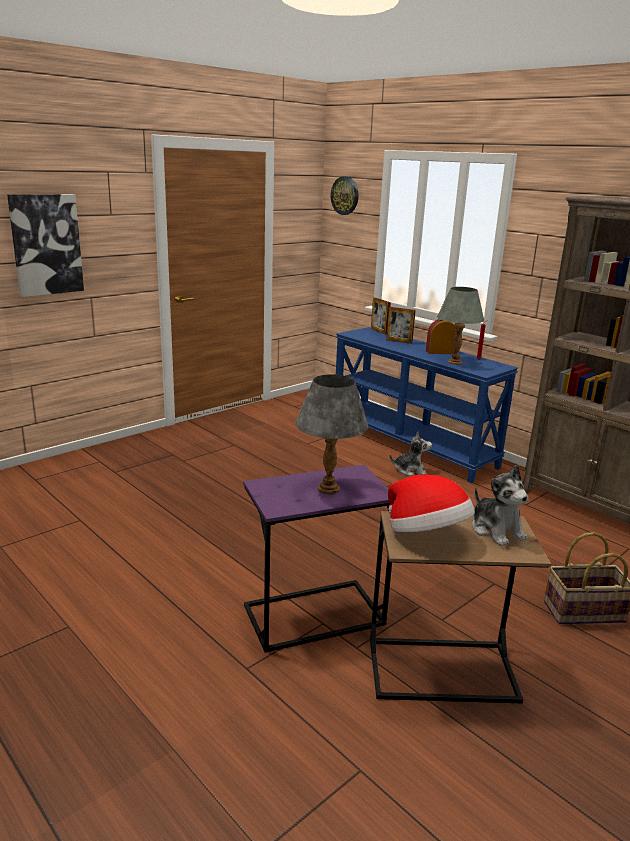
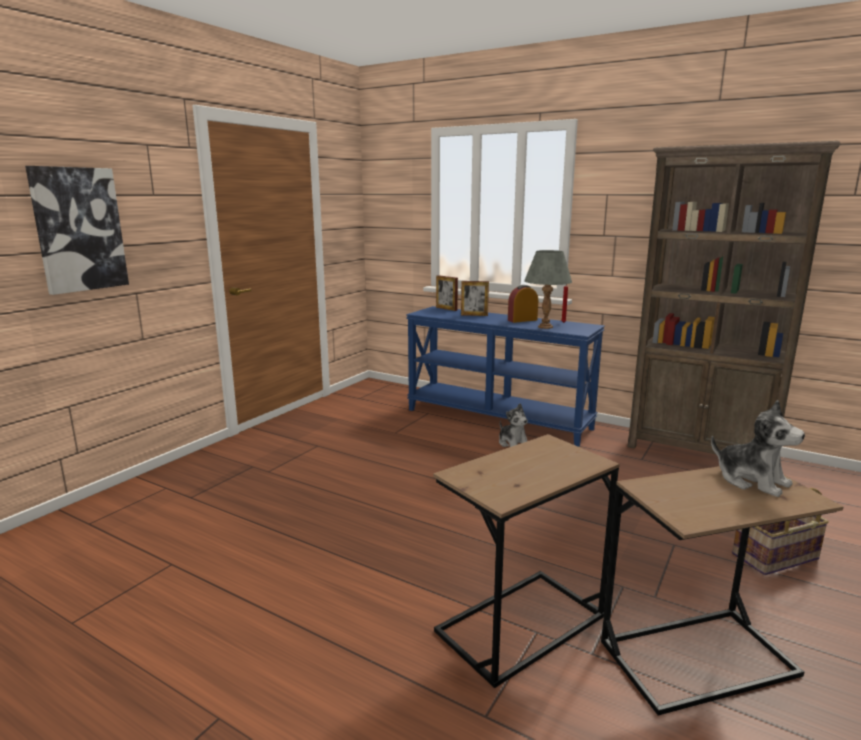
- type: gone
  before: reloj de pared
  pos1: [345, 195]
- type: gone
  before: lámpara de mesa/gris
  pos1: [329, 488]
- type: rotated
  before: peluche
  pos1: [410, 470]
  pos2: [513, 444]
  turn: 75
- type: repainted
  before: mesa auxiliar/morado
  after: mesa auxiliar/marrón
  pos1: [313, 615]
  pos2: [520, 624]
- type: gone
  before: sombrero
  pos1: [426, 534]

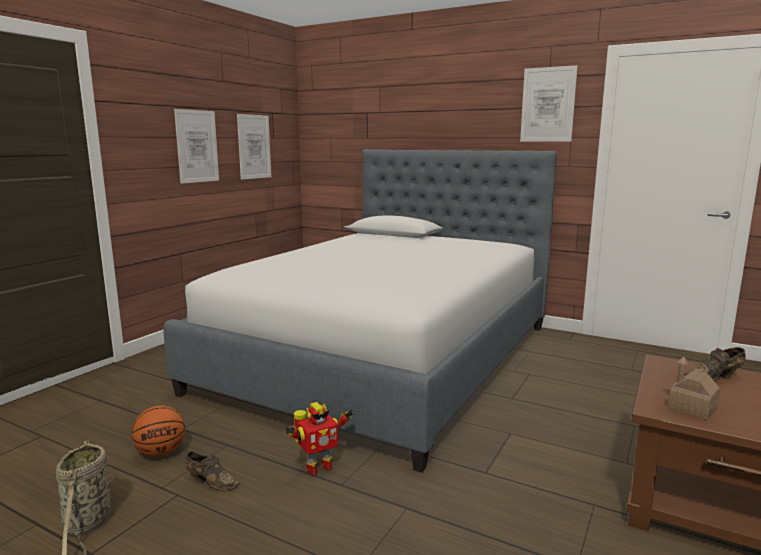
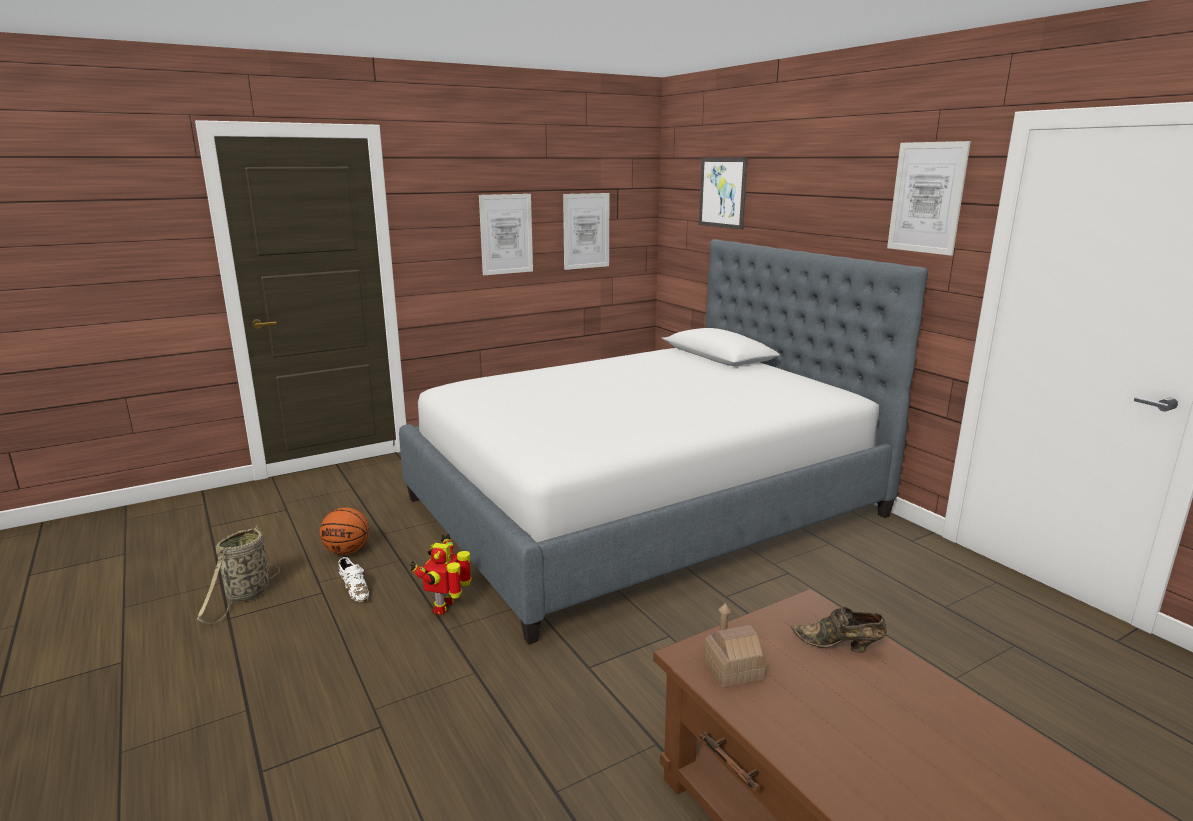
- type: rotated
  before: robot de juguete
  pos1: [318, 468]
  pos2: [446, 607]
  turn: 105
- type: repainted
  before: zapato/marrón
  after: zapato/blanco
  pos1: [211, 482]
  pos2: [355, 590]
- type: new
  after: cuadro
  pos2: [722, 192]

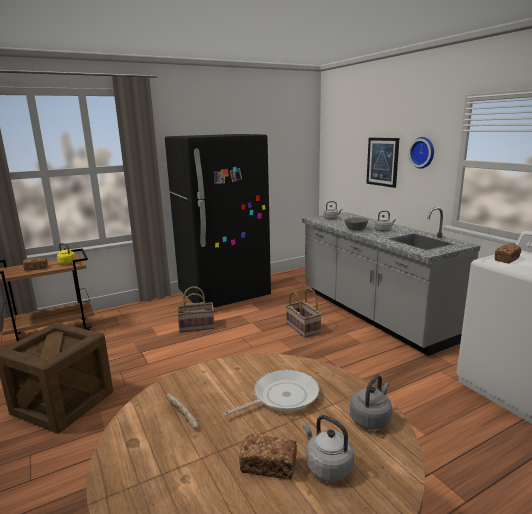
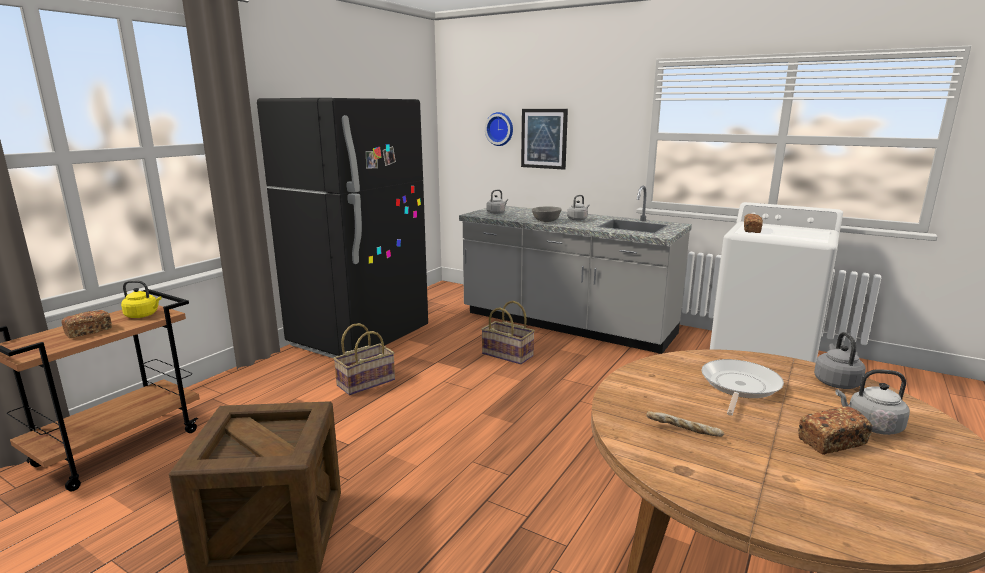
- type: shifted
  before: reloj de pared
  pos1: [423, 152]
  pos2: [500, 129]

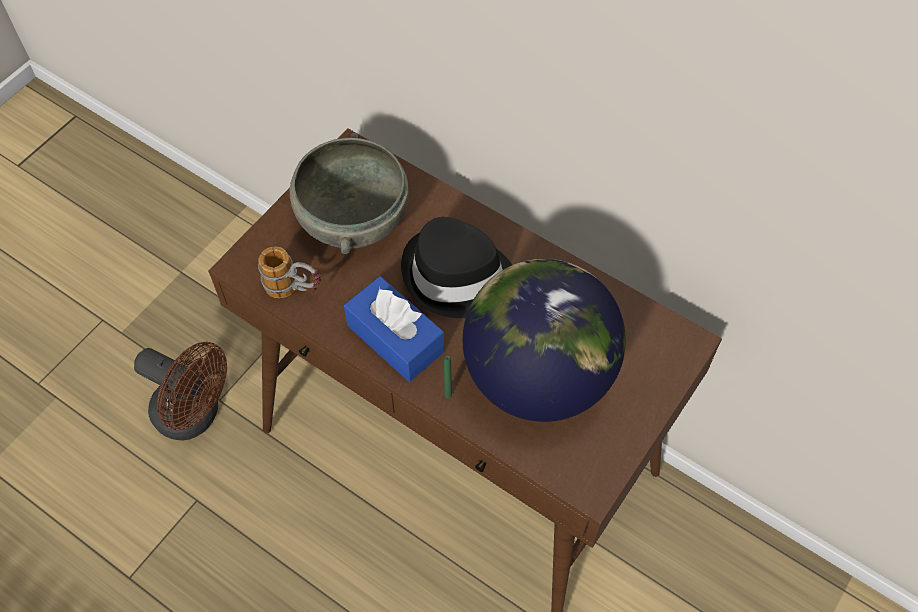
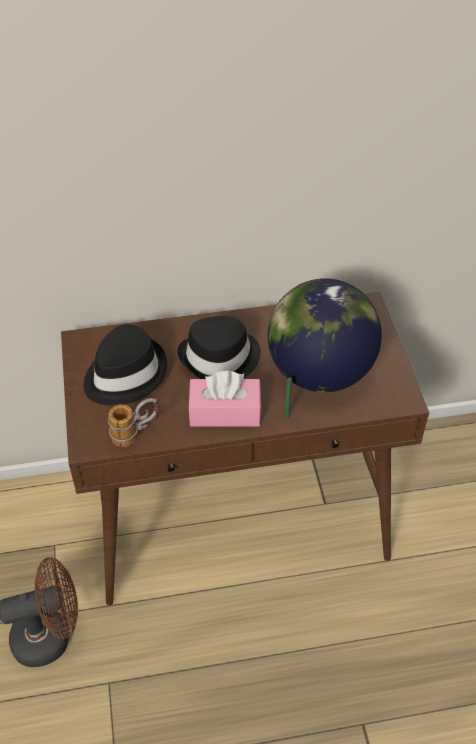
- type: swapped
  before: cuenco/gris
  after: sombrero/negro
  pos1: [352, 219]
  pos2: [124, 374]
- type: repainted
  before: caja de pañuelos/azul
  after: caja de pañuelos/rosa
  pos1: [395, 338]
  pos2: [225, 412]

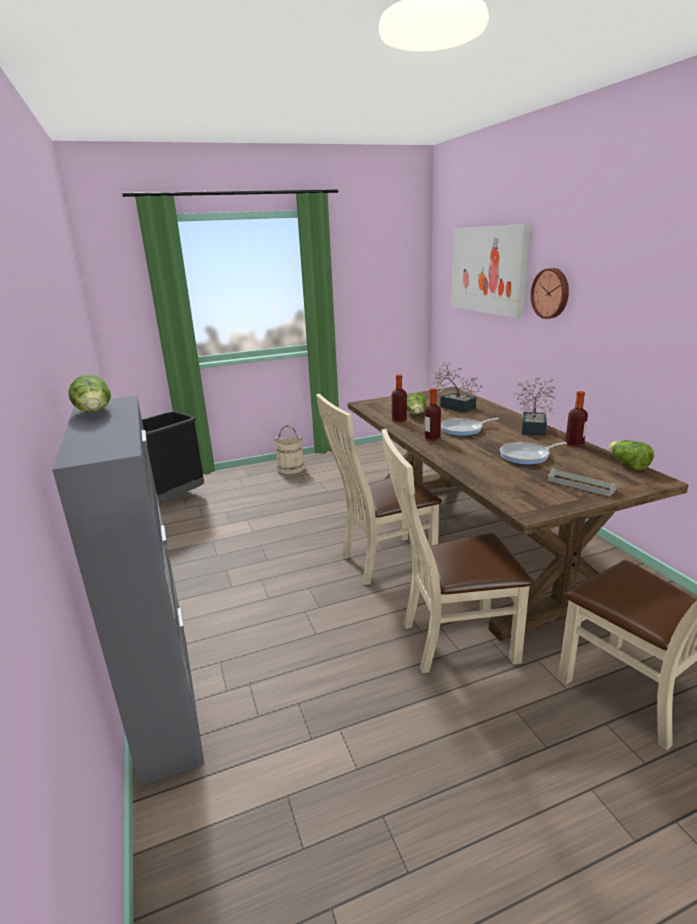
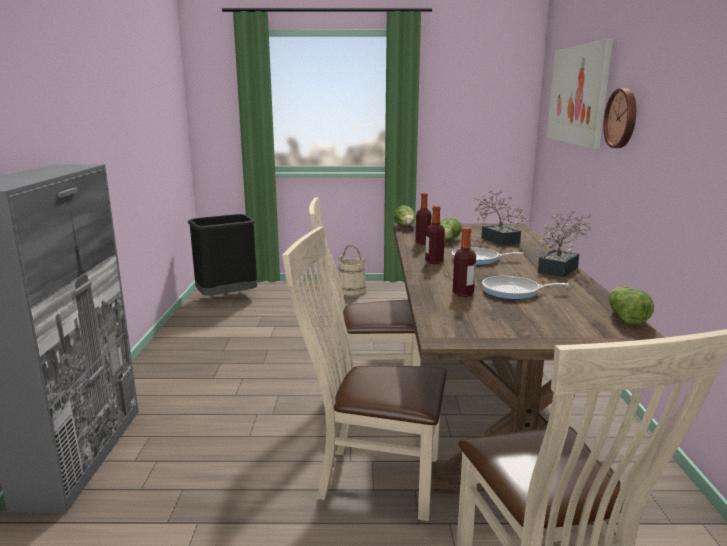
- type: shifted
  before: lechuga
  pos1: [95, 412]
  pos2: [405, 226]
- type: shifted
  before: botella
  pos1: [574, 444]
  pos2: [463, 293]
- type: gone
  before: bandeja/gris
  pos1: [581, 485]

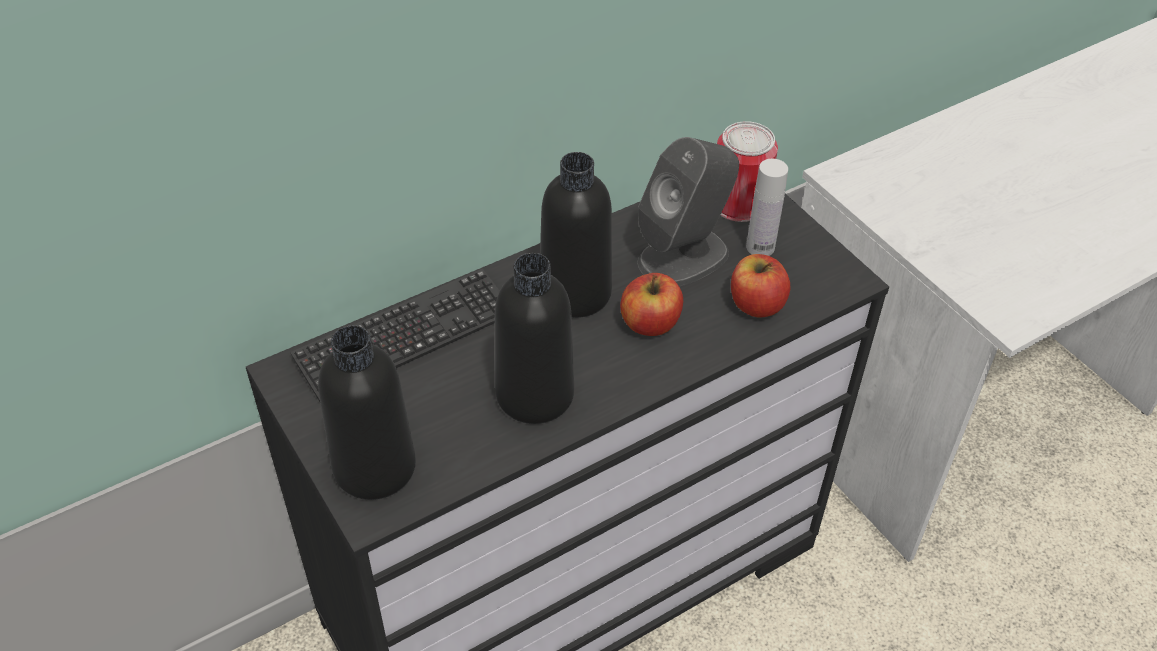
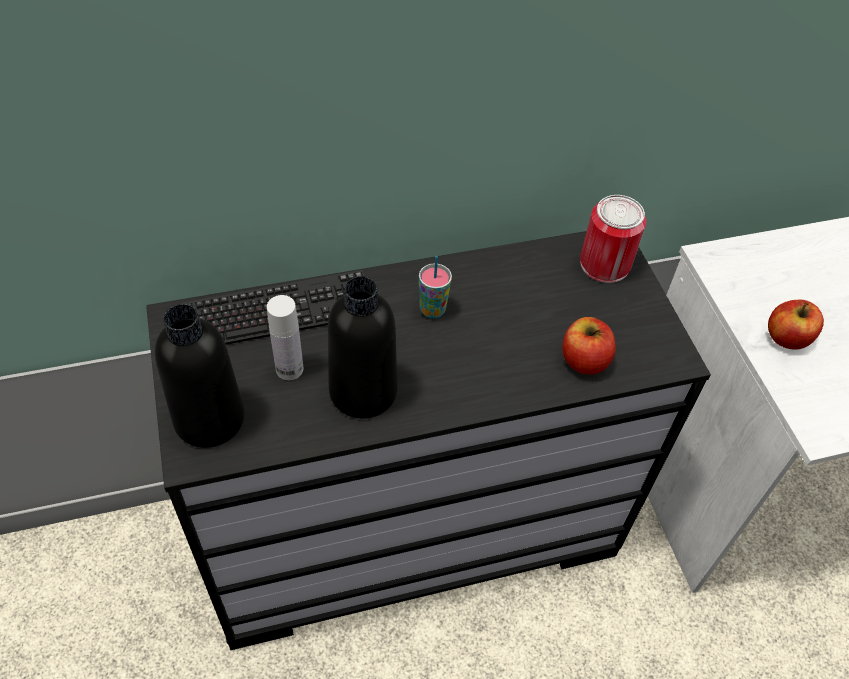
- type: gone
  before: altavoz/gris
  pos1: [684, 256]
- type: swapped
  before: botella/negro
  after: taza
  pos1: [575, 293]
  pos2: [432, 310]
- type: shifted
  before: botella/blanco
  pos1: [760, 247]
  pos2: [289, 369]
- type: shifted
  before: manzana
  pos1: [650, 323]
  pos2: [787, 338]

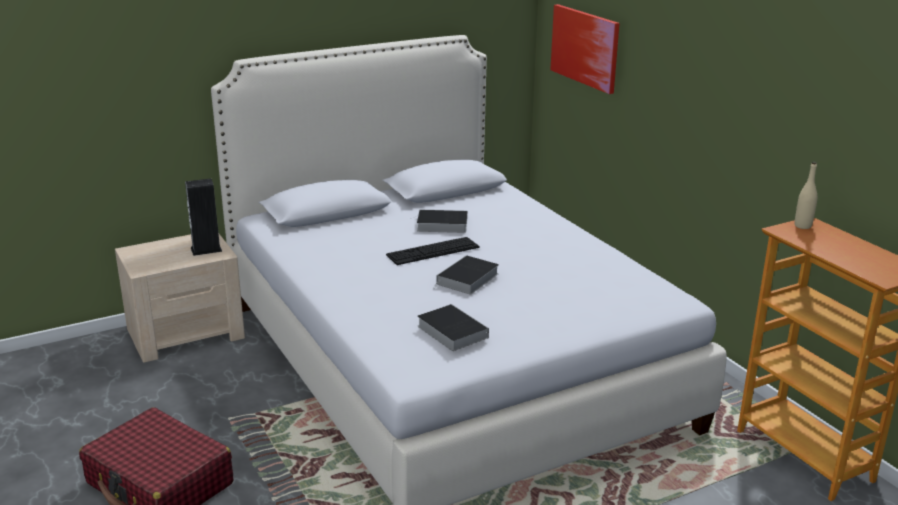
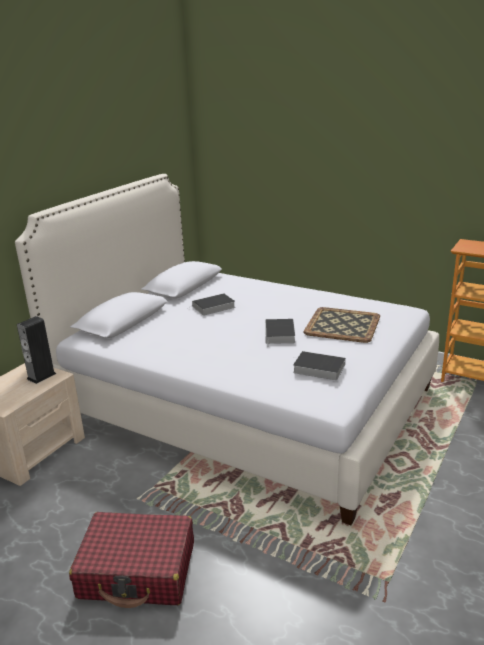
- type: gone
  before: cuadro
  pos1: [585, 47]
- type: gone
  before: botella/beis
  pos1: [802, 226]
- type: gone
  before: teclado
  pos1: [433, 251]
- type: new
  after: bandeja
  pos2: [343, 325]

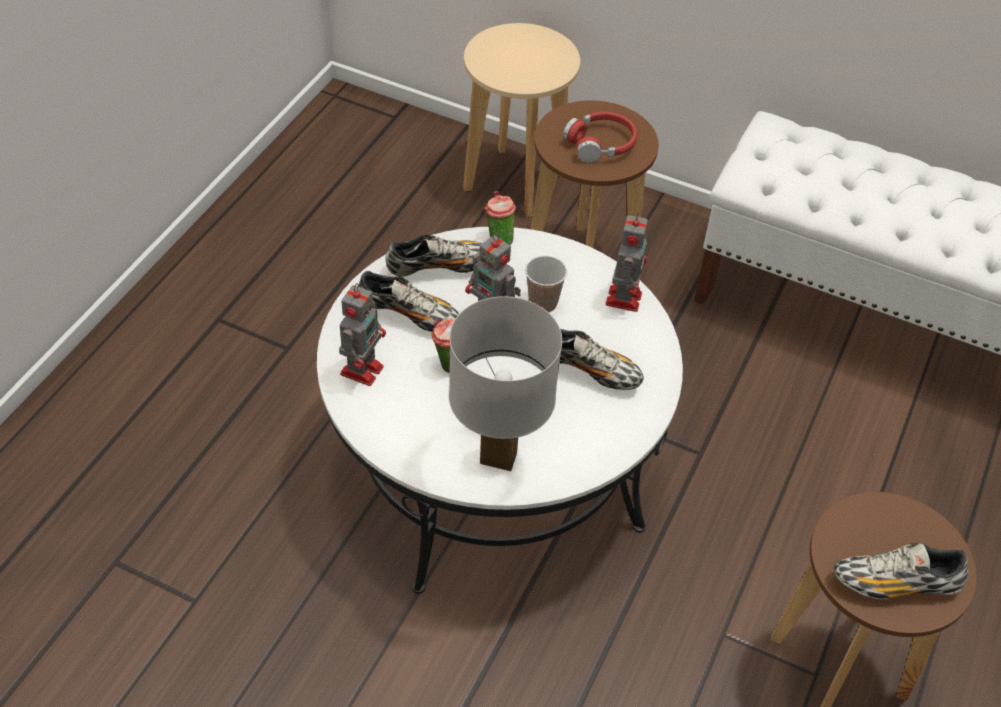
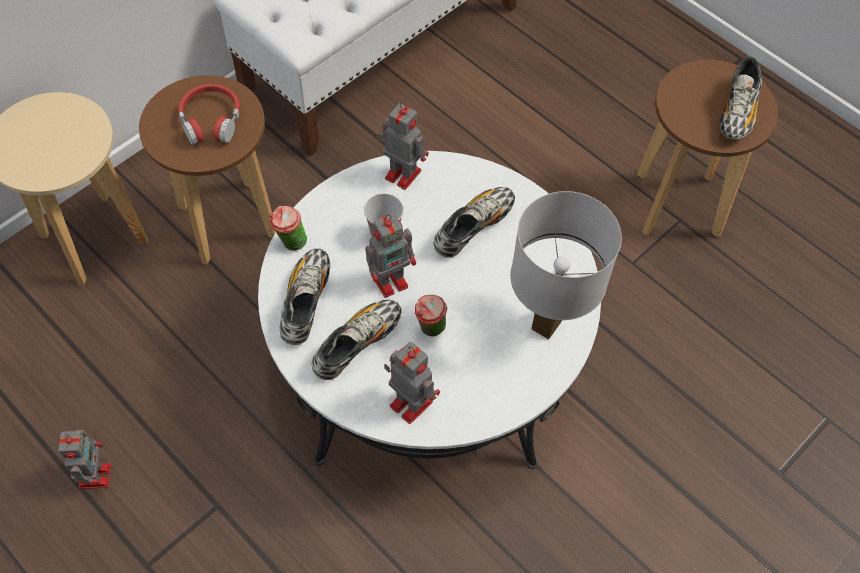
- type: new
  after: robot de juguete
  pos2: [95, 474]

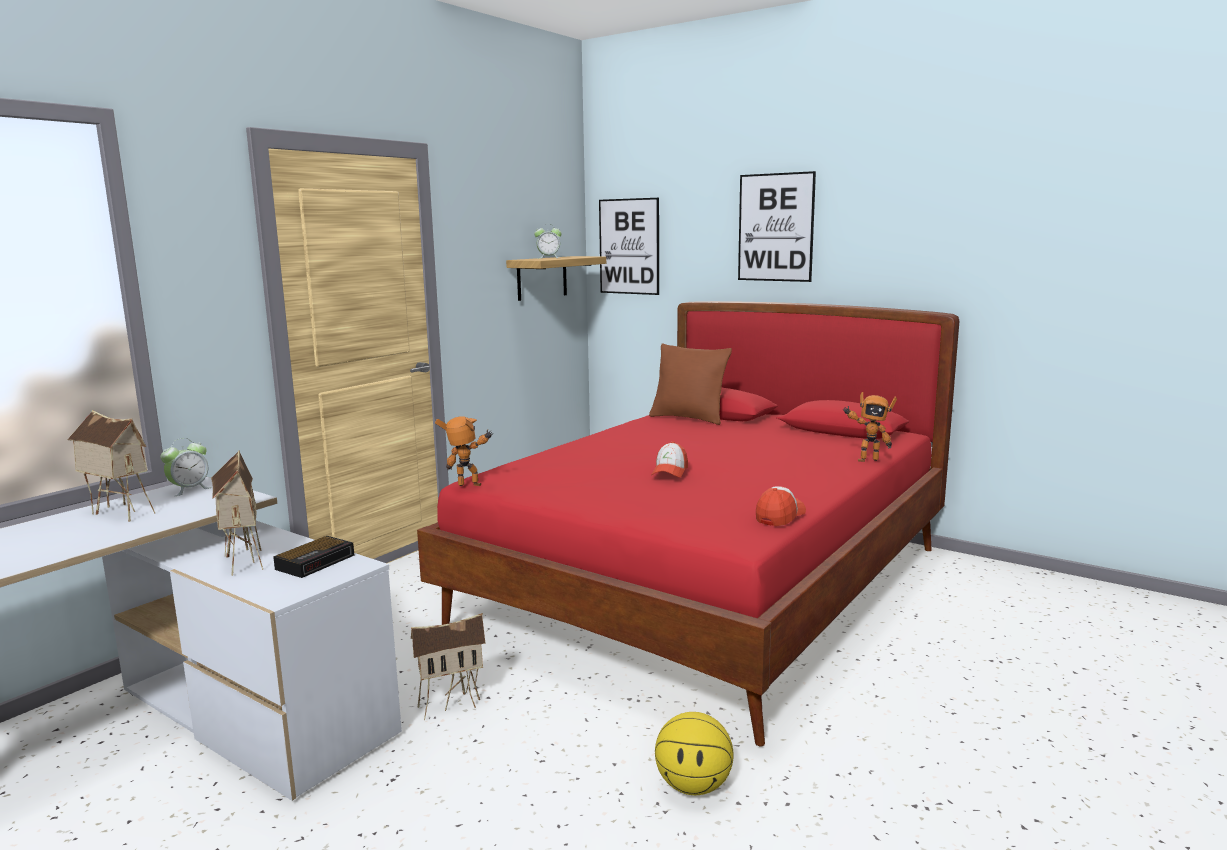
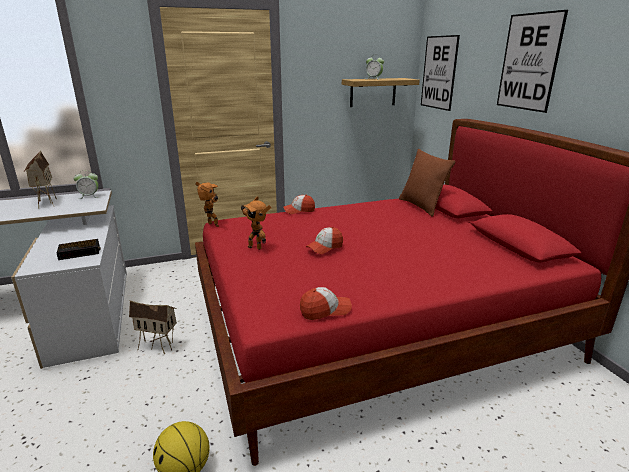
- type: shifted
  before: robot de juguete
  pos1: [866, 459]
  pos2: [255, 247]
- type: gone
  before: casita
  pos1: [241, 561]
- type: new
  after: gorra
  pos2: [299, 210]

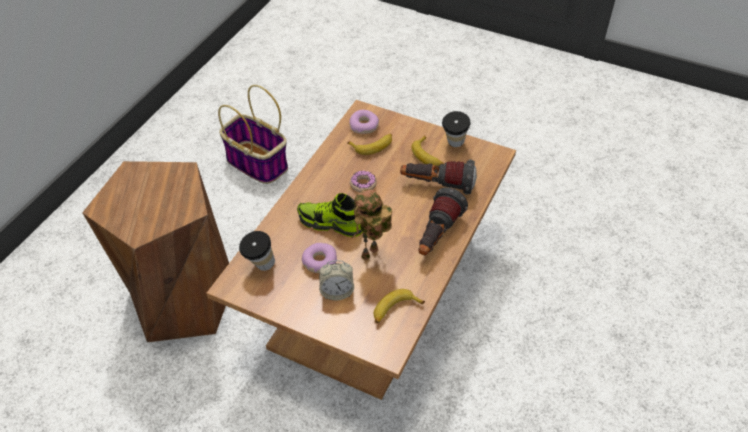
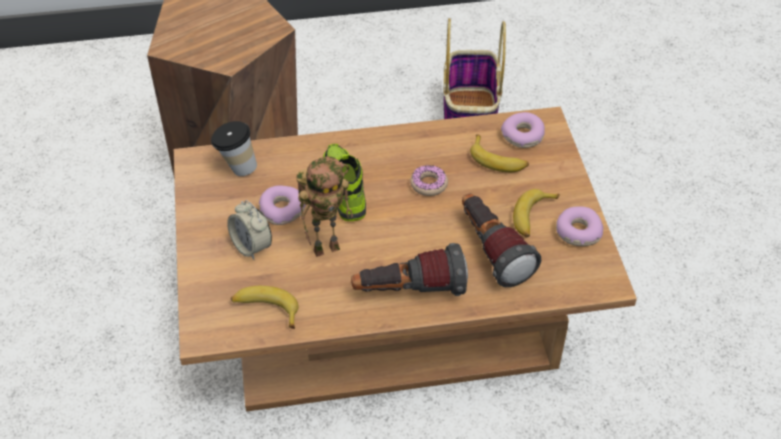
- type: swapped
  before: taza
  after: rosquilla
  pos1: [454, 145]
  pos2: [577, 232]
- type: rotated
  before: robot de juguete
  pos1: [370, 255]
  pos2: [327, 247]
  turn: 150

